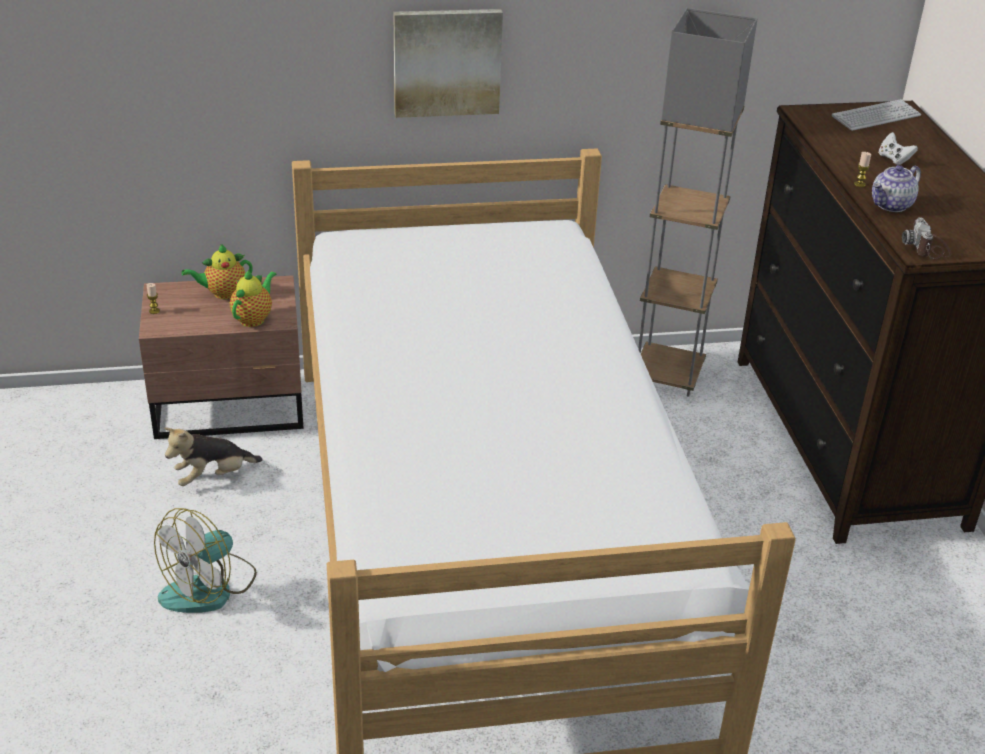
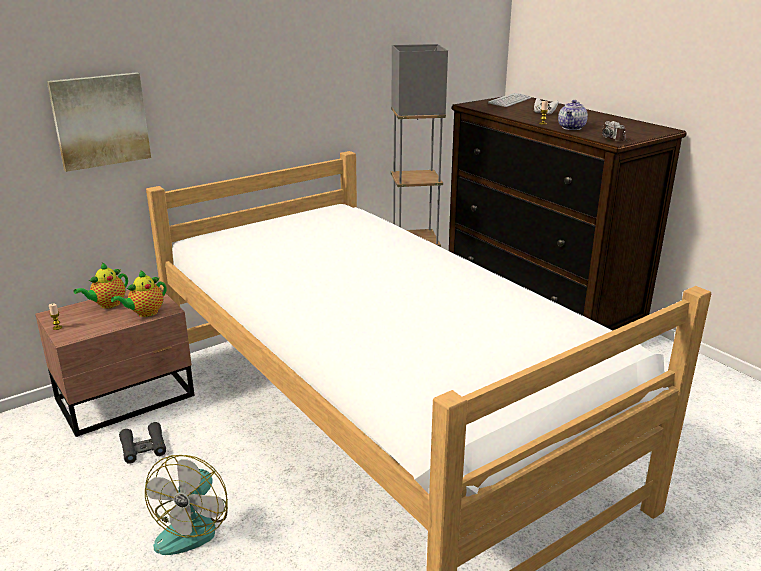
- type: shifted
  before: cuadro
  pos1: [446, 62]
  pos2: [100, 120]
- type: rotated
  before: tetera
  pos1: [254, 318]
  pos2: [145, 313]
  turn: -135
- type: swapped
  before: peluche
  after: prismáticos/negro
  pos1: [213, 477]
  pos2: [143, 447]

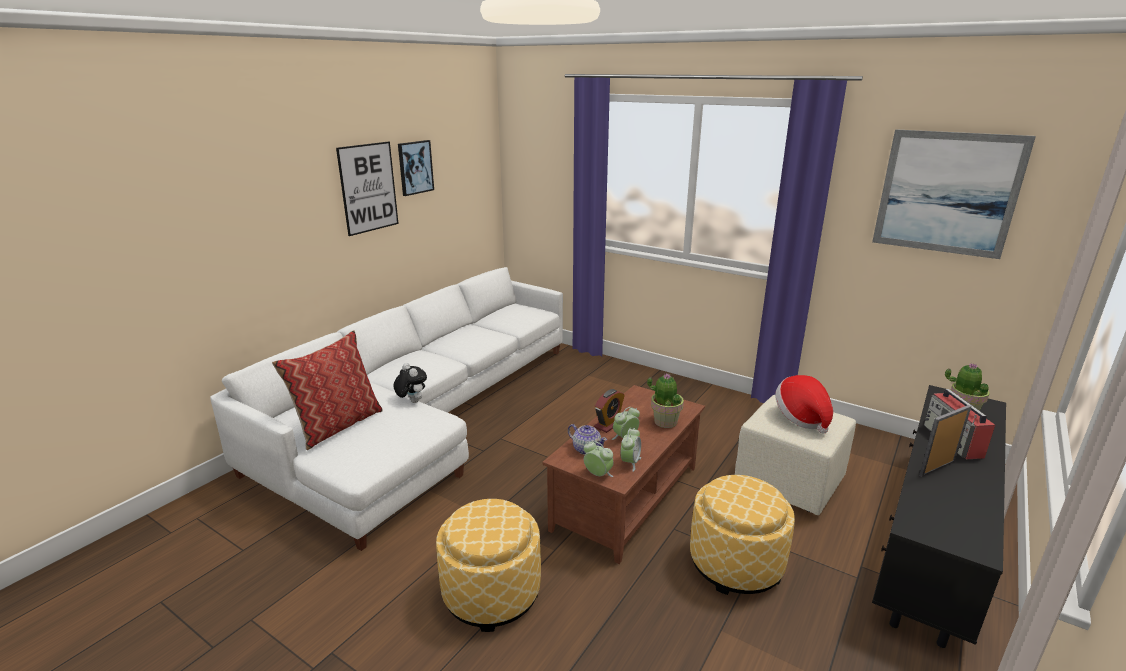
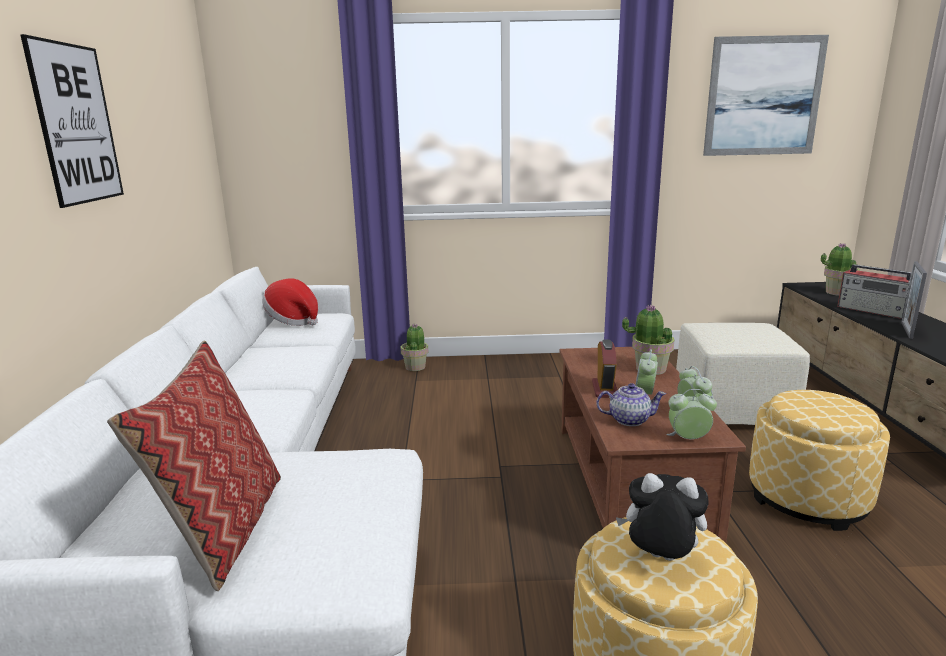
- type: gone
  before: cuadro
  pos1: [415, 167]
- type: shifted
  before: peluche
  pos1: [411, 401]
  pos2: [659, 559]
- type: shifted
  before: sombrero
  pos1: [801, 417]
  pos2: [293, 320]
- type: new
  after: planta en maceta
  pos2: [415, 367]

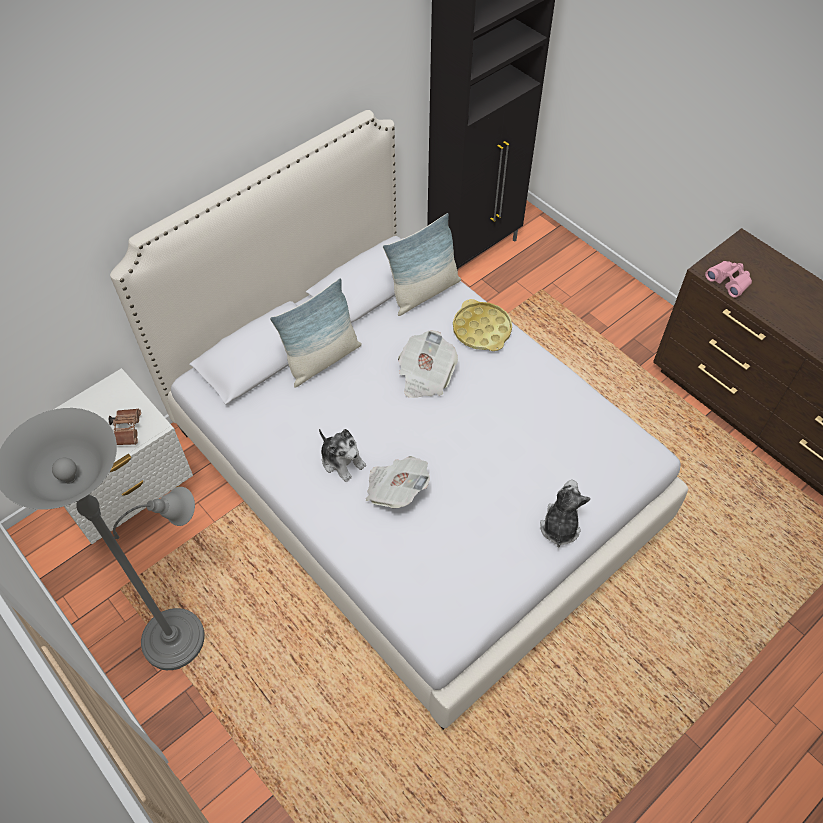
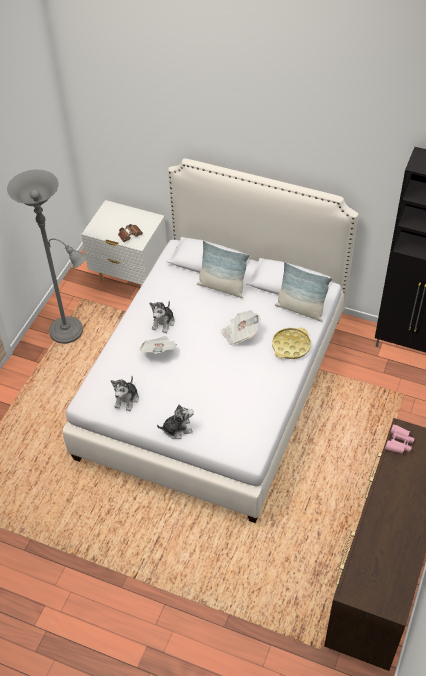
- type: new
  after: peluche
  pos2: [127, 399]

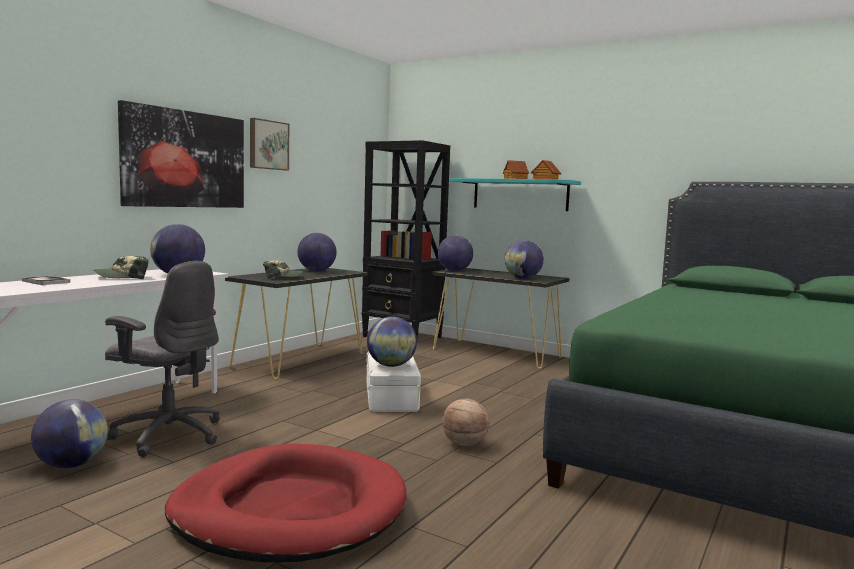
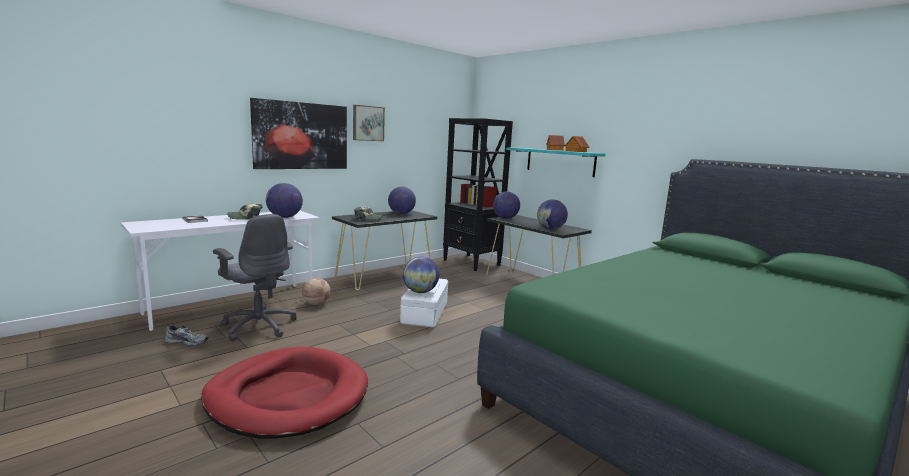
- type: shifted
  before: balón de baloncesto
  pos1: [464, 444]
  pos2: [316, 304]
- type: swapped
  before: globo terráqueo
  after: zapato/gris
  pos1: [71, 465]
  pos2: [188, 341]

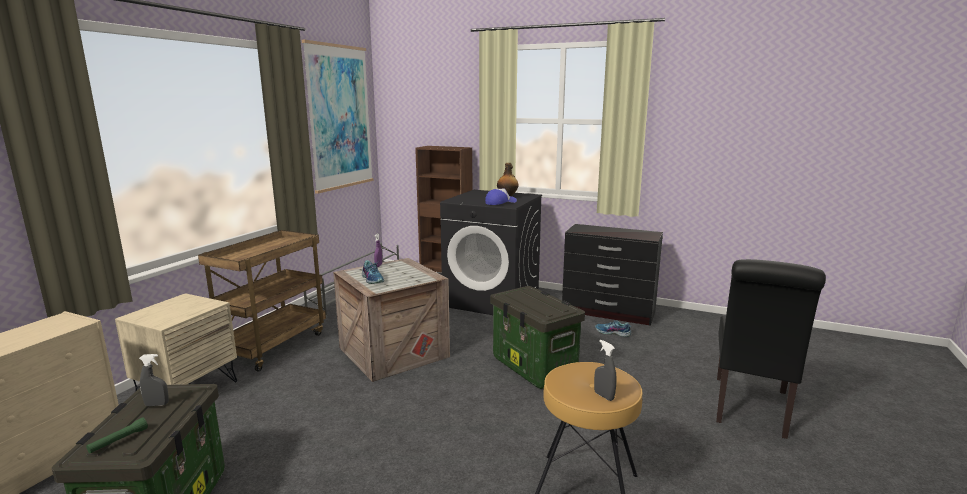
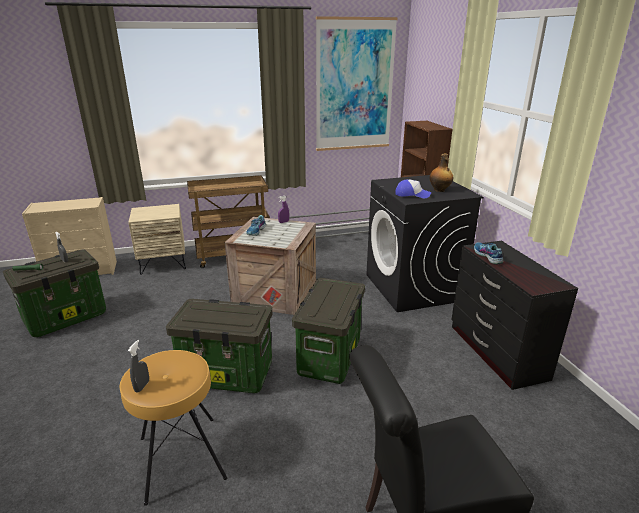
- type: shifted
  before: zapato
  pos1: [612, 333]
  pos2: [487, 256]
- type: new
  after: caja de almacenaje
  pos2: [228, 374]

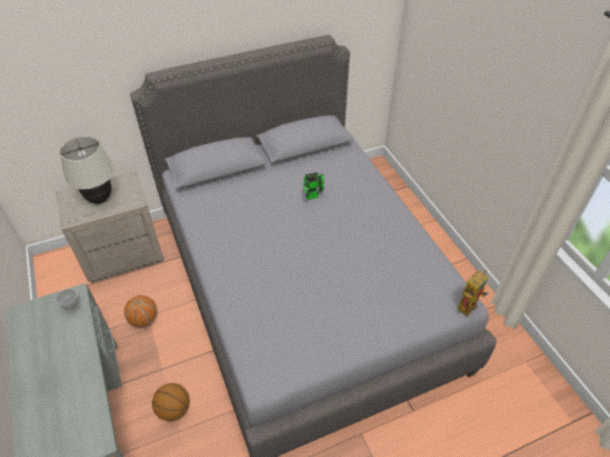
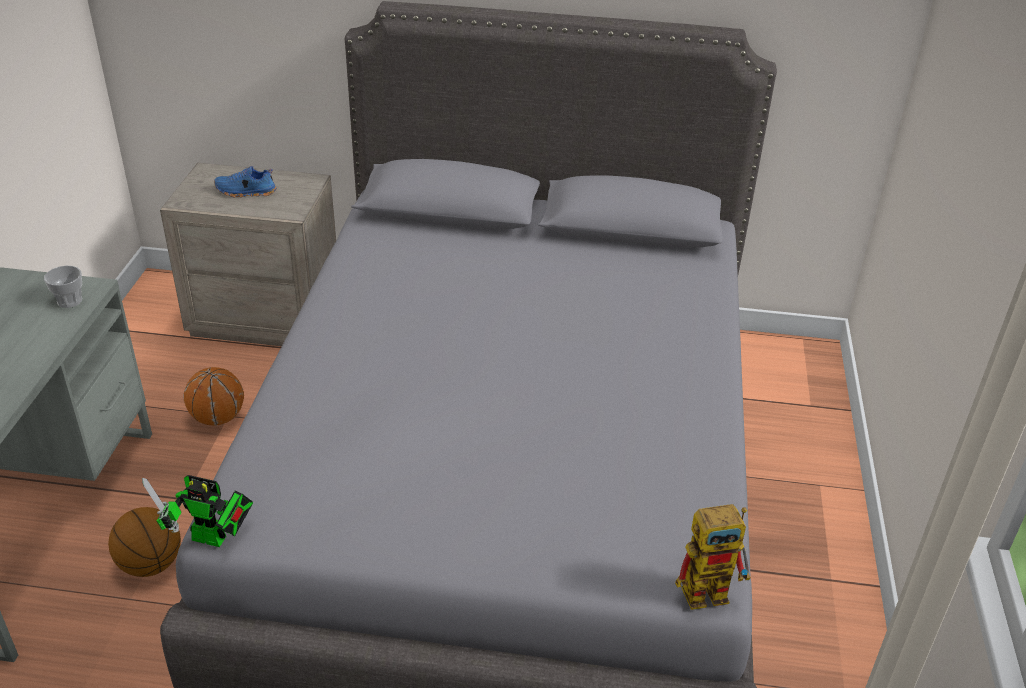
- type: swapped
  before: lámpara de mesa/beis
  after: zapato/azul
  pos1: [100, 199]
  pos2: [245, 192]
- type: shifted
  before: robot de juguete
  pos1: [314, 196]
  pos2: [214, 539]

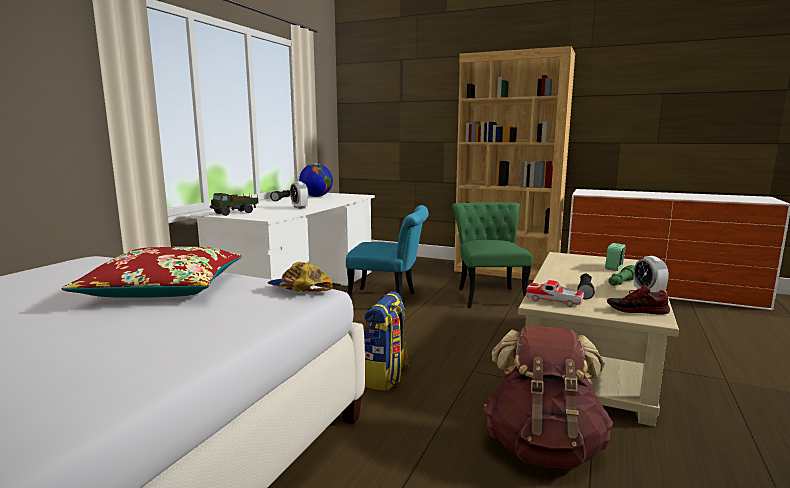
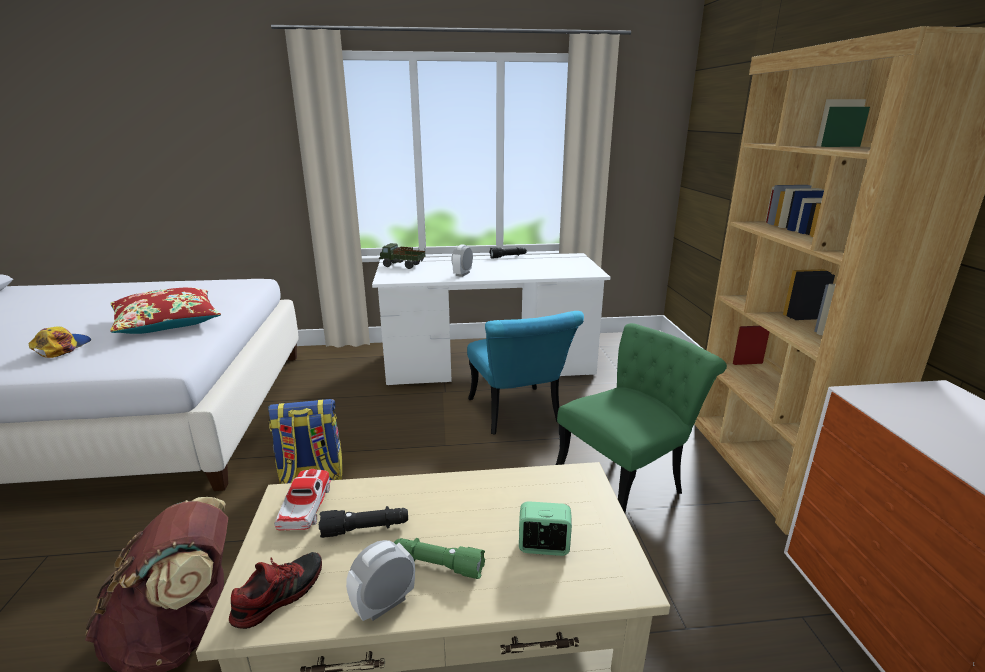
- type: gone
  before: globo terráqueo
  pos1: [316, 196]
- type: shifted
  before: gorra
  pos1: [299, 288]
  pos2: [61, 347]
- type: rotated
  before: zapato
  pos1: [637, 311]
  pos2: [279, 595]
  turn: 60

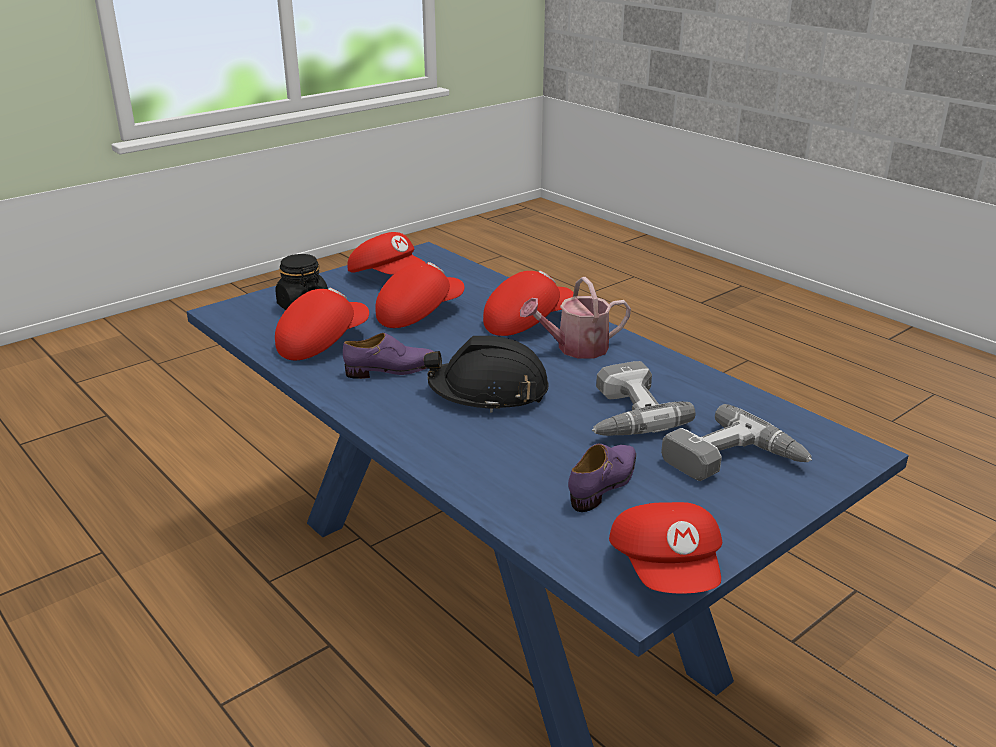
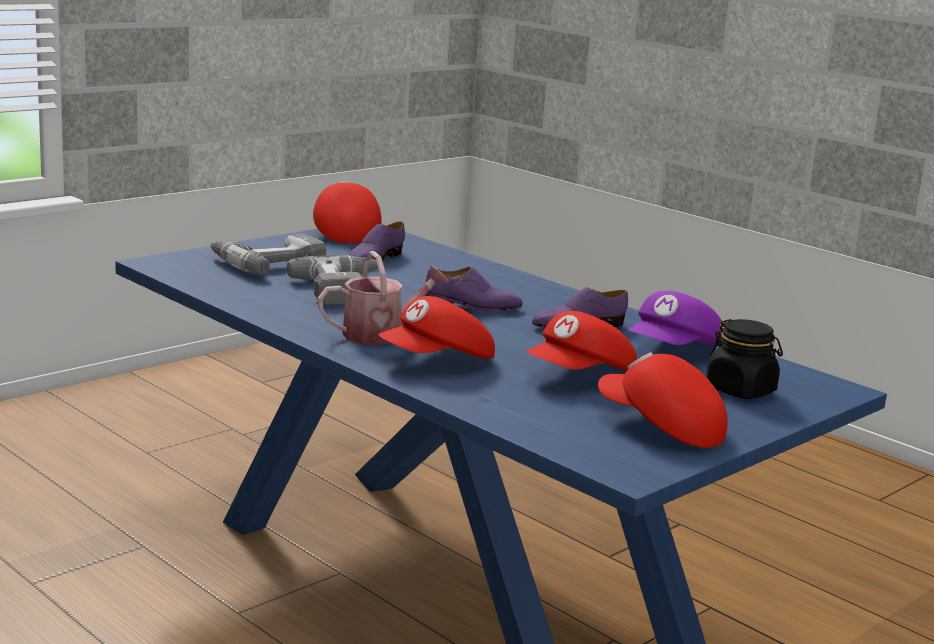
- type: repainted
  before: gorra/rojo
  after: gorra/morado
  pos1: [322, 342]
  pos2: [675, 351]
- type: swapped
  before: casco/negro
  after: zapato/morado
  pos1: [488, 392]
  pos2: [473, 307]

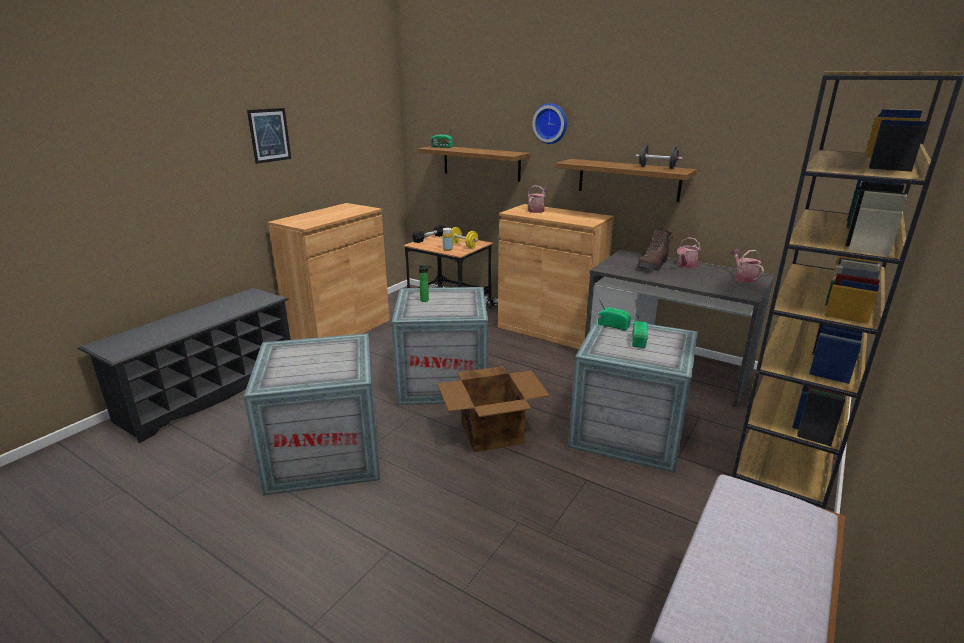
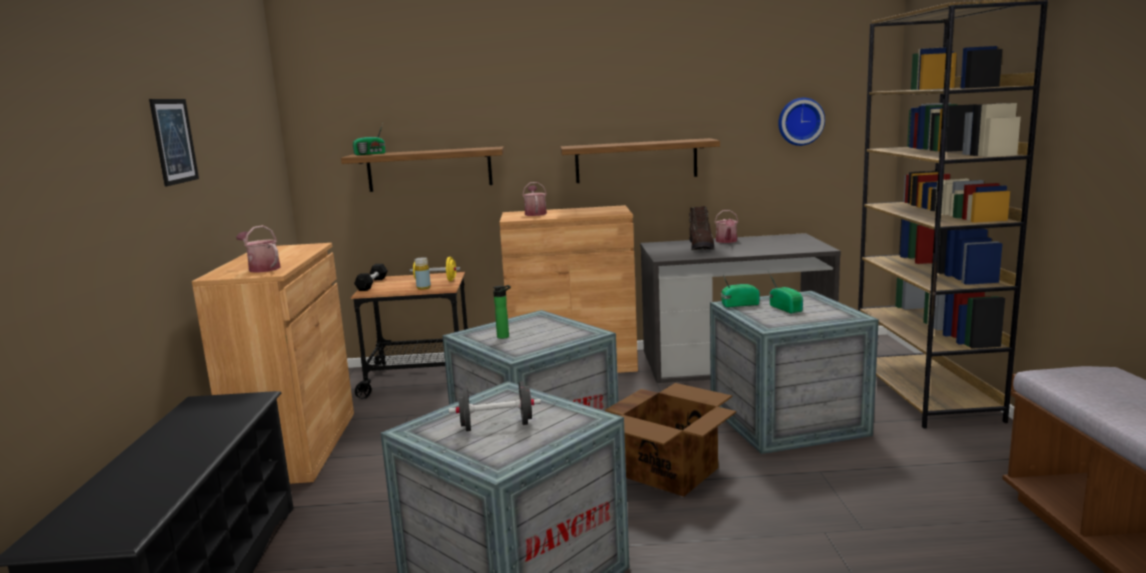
- type: shifted
  before: reloj de pared
  pos1: [551, 123]
  pos2: [800, 121]
- type: shifted
  before: mancuerna/negro
  pos1: [657, 168]
  pos2: [496, 426]
- type: shifted
  before: regadera
  pos1: [744, 277]
  pos2: [262, 268]

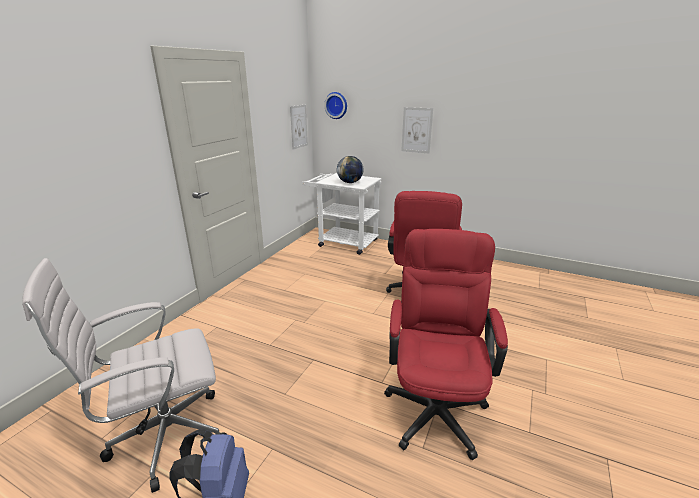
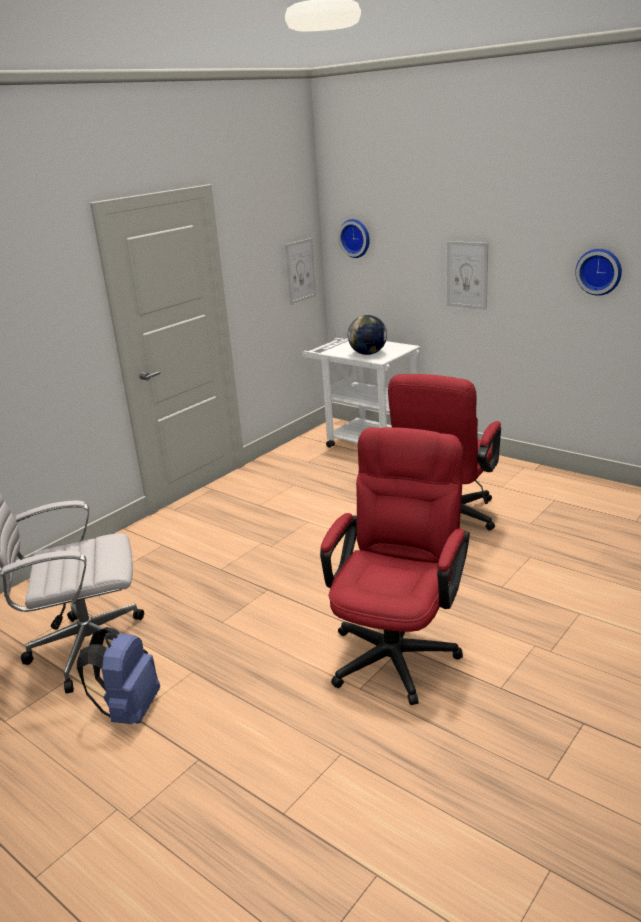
- type: new
  after: reloj de pared
  pos2: [599, 271]

